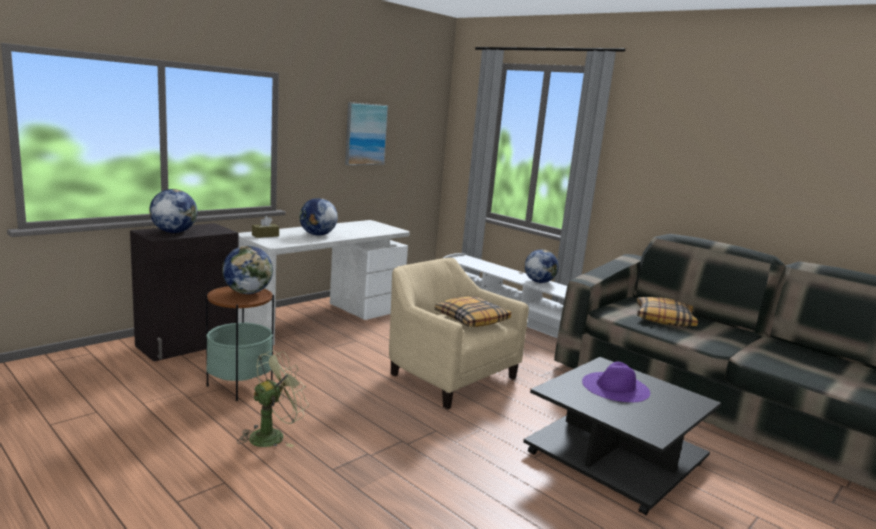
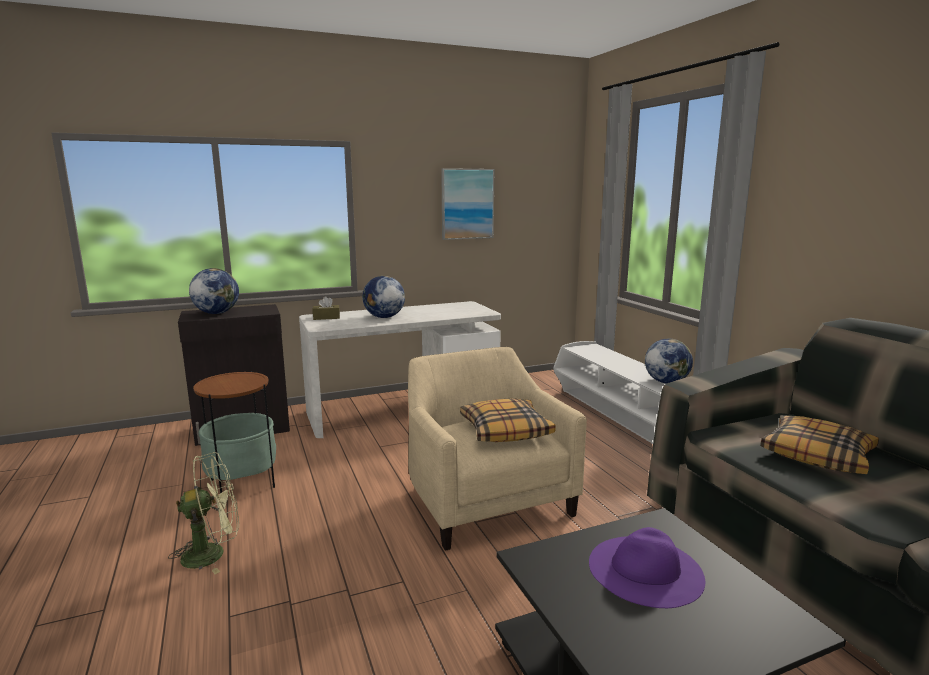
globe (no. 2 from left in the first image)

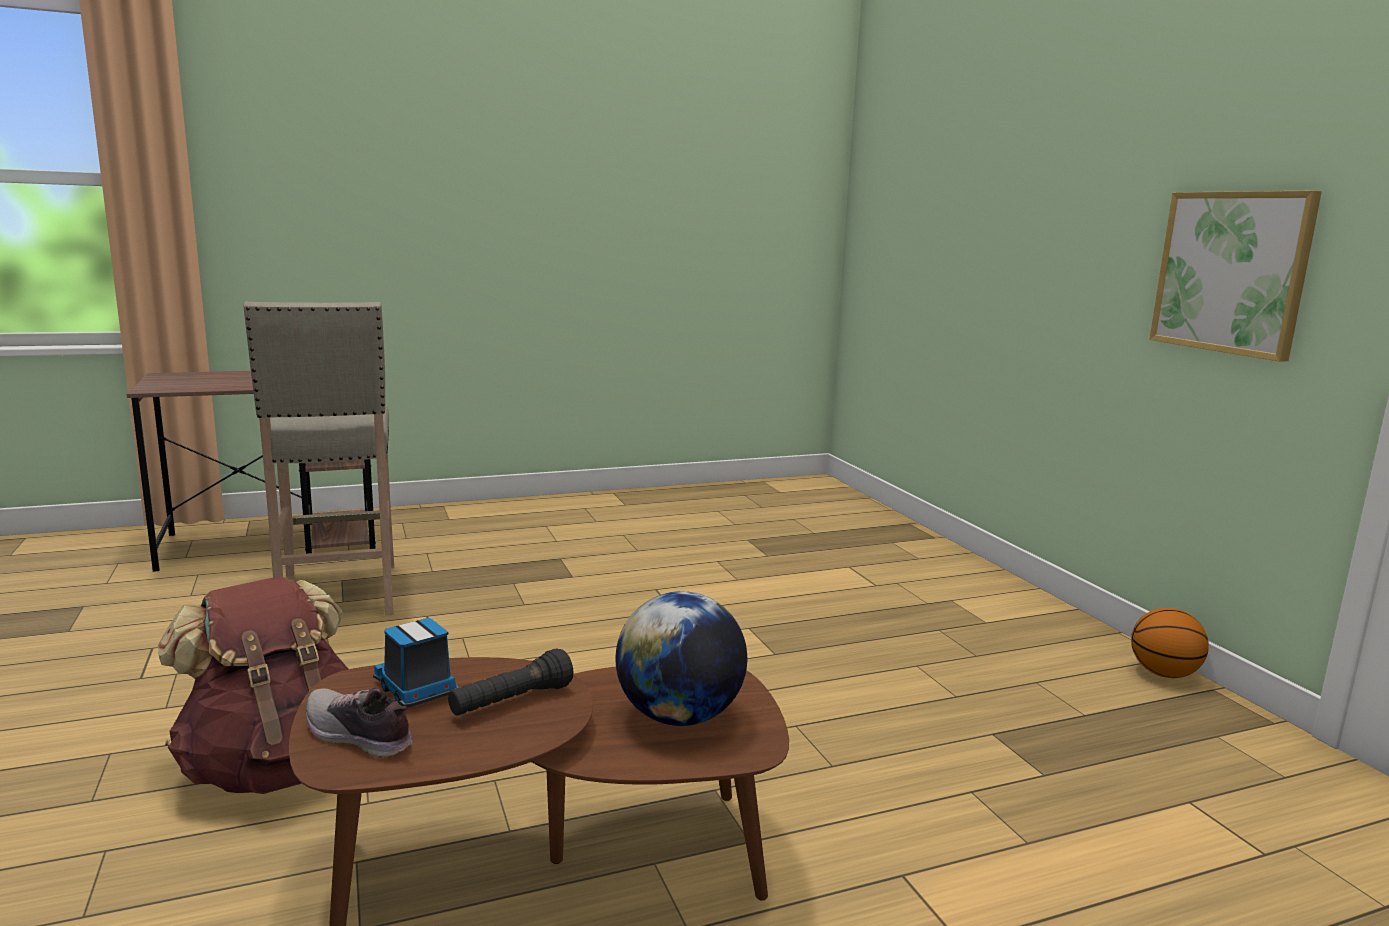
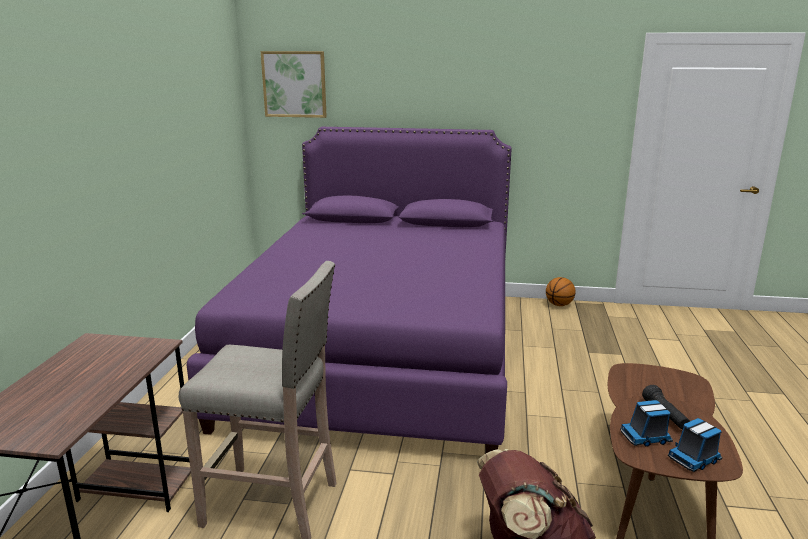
toy truck (no. 2 from left)
globe
picture
purple bed

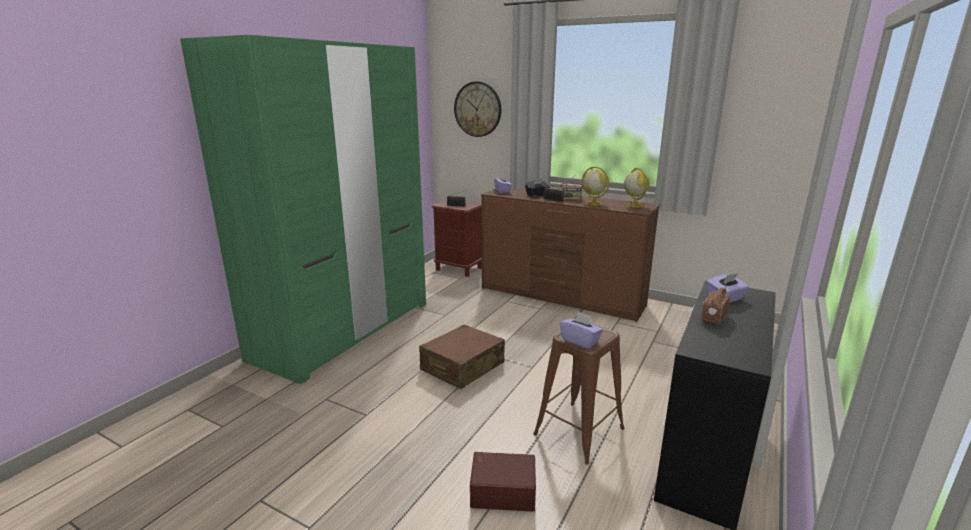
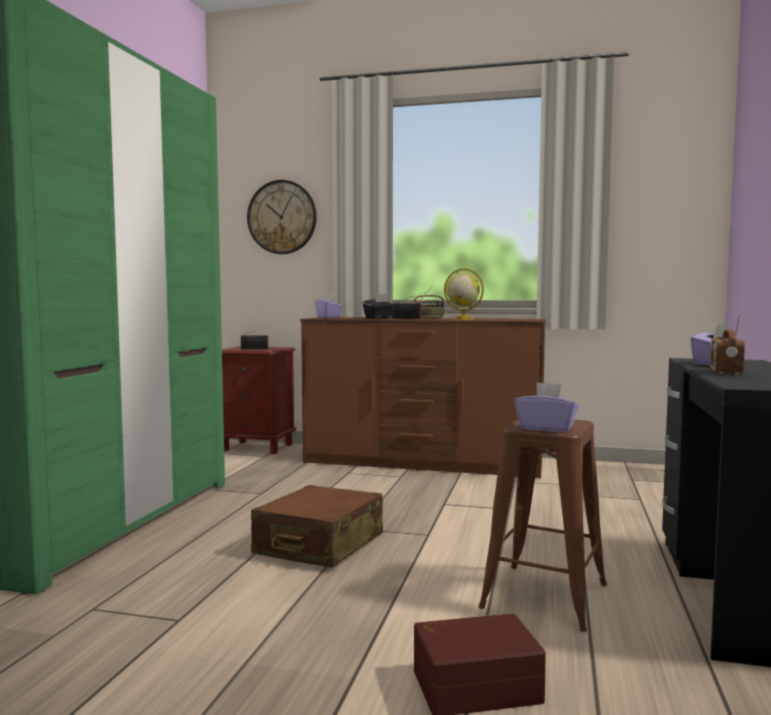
globe (no. 2 from left in the first image)

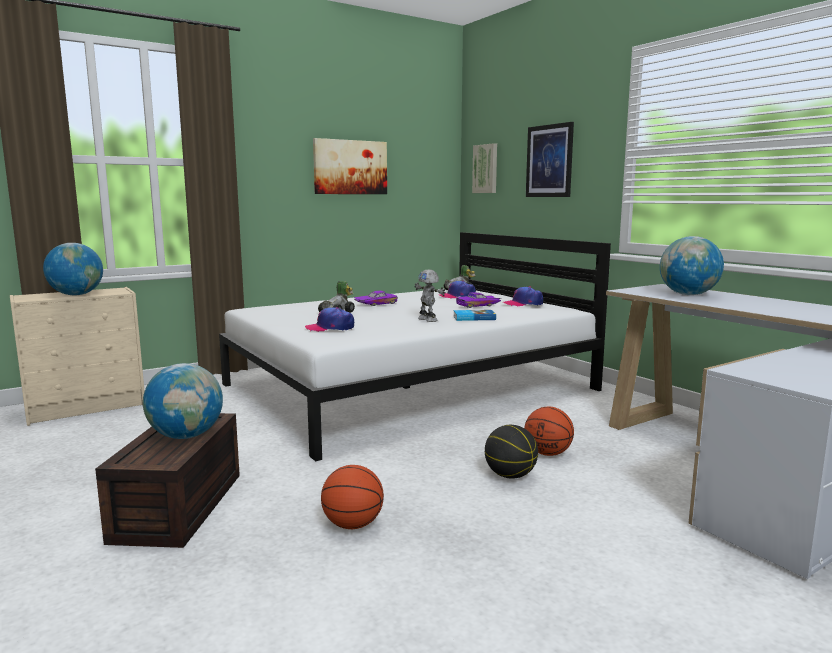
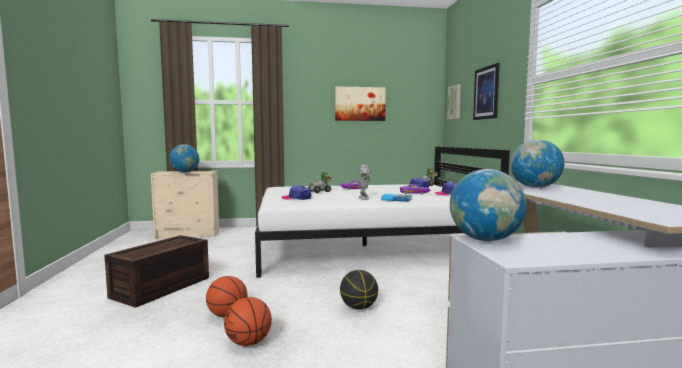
globe (no. 2 from left)
basketball (no. 2 from left)

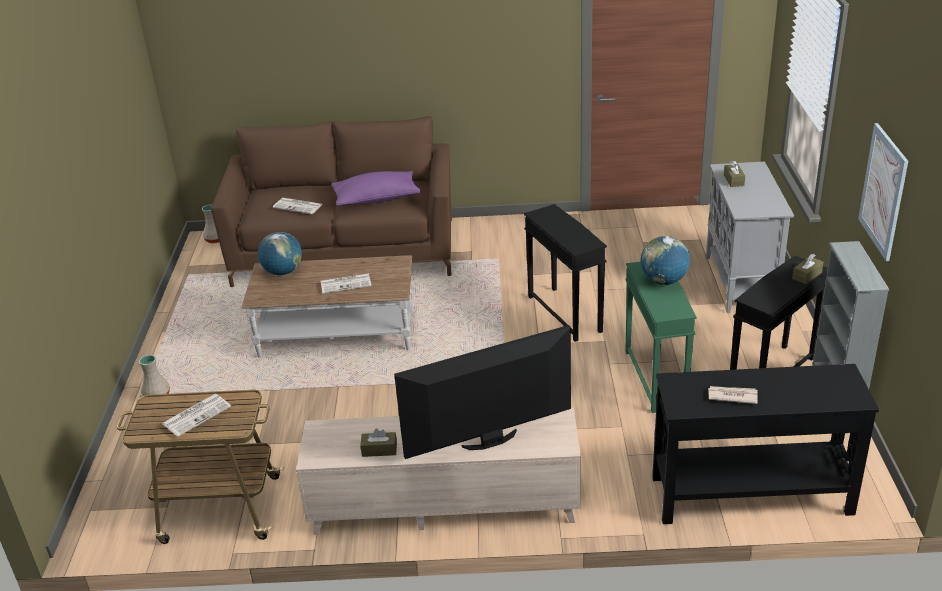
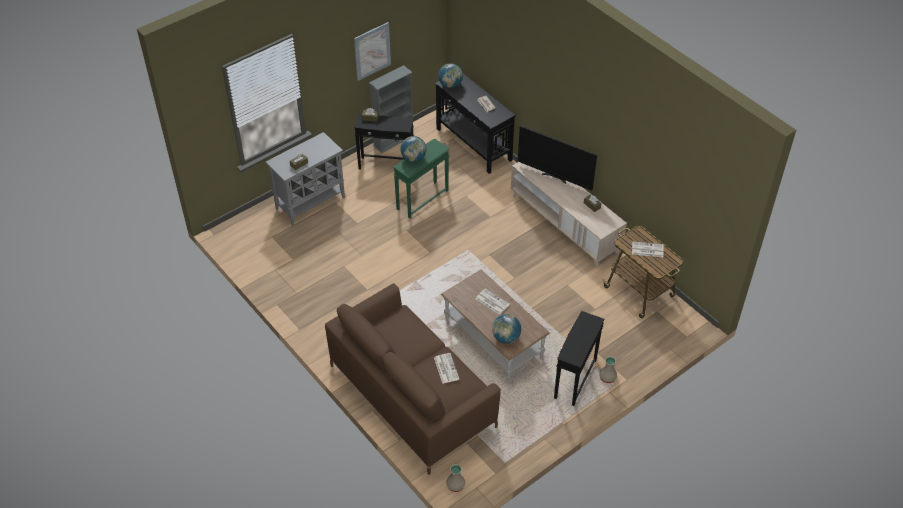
purple pillow
black side table (no. 2 from left)
globe (no. 2 from left)

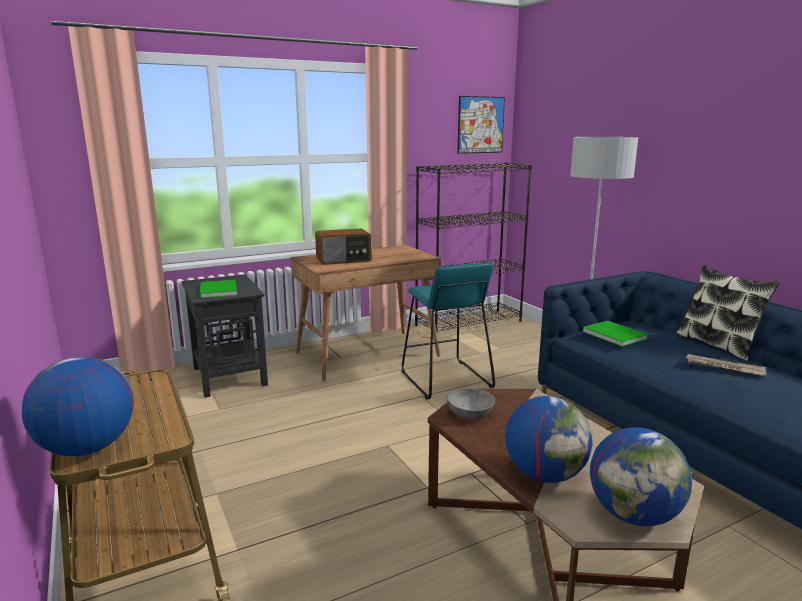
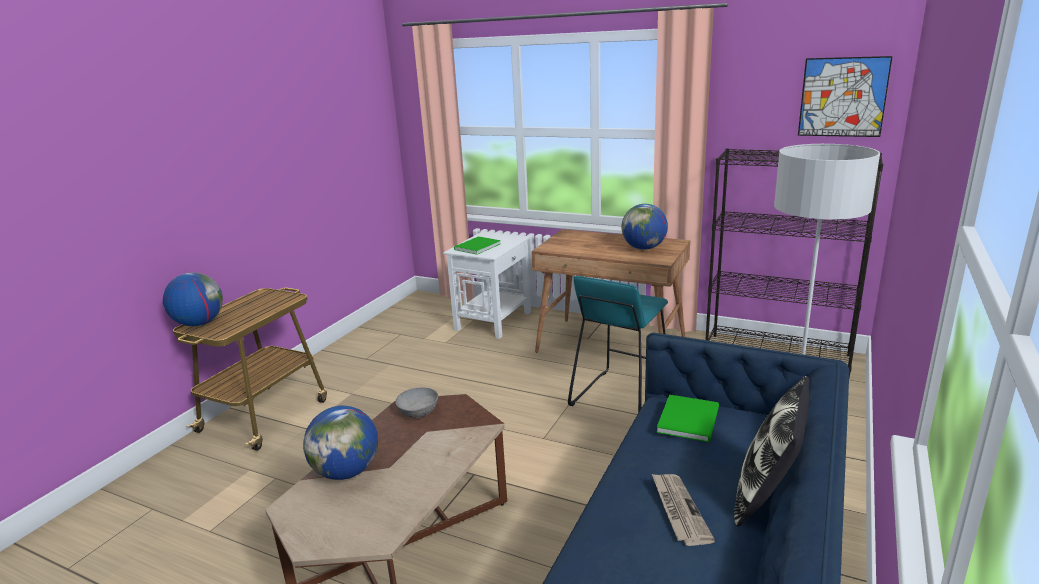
white side table
radio
globe (no. 3 from left)

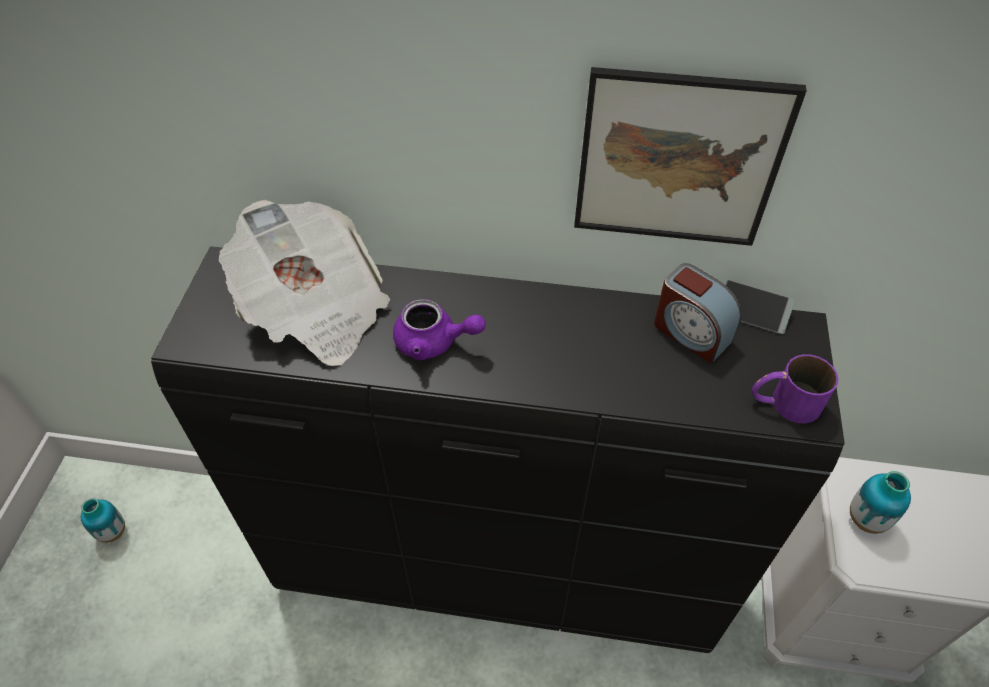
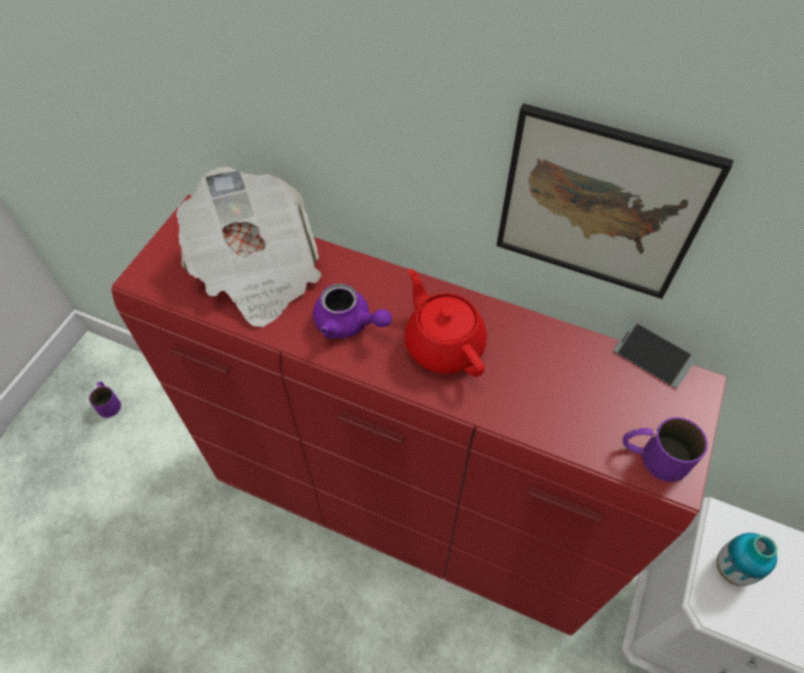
purple mug (no. 1 from left)
red dresser
alarm clock
red teapot

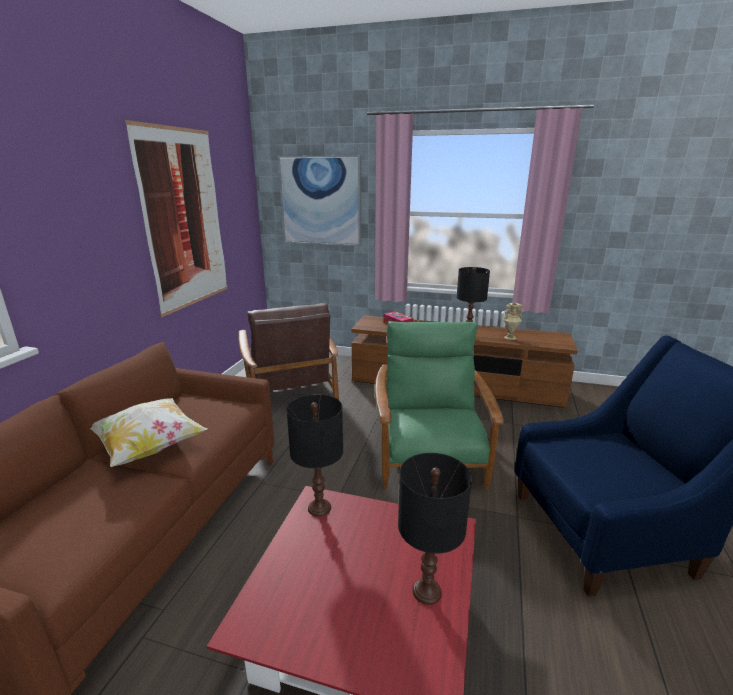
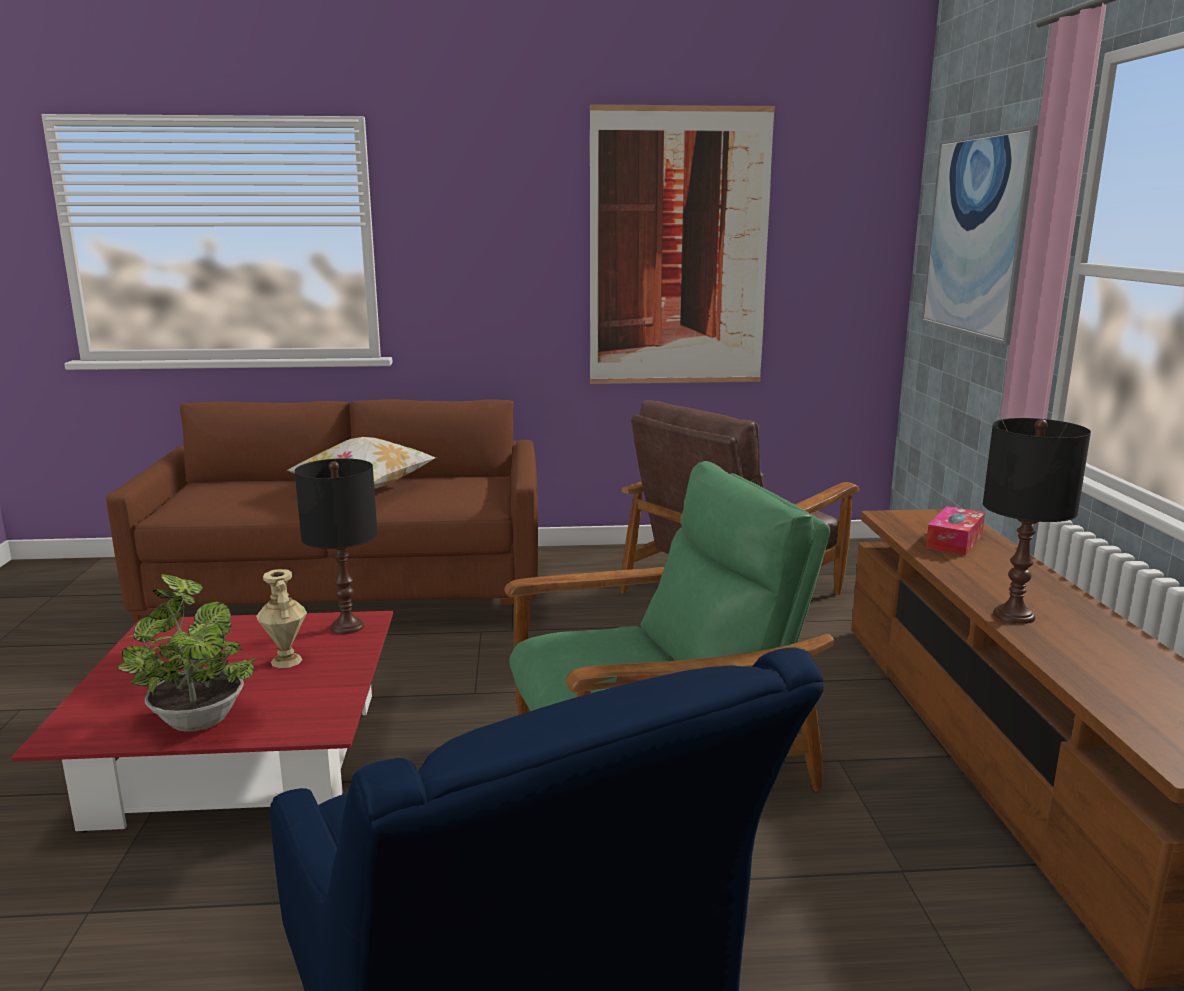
potted plant
beige vase

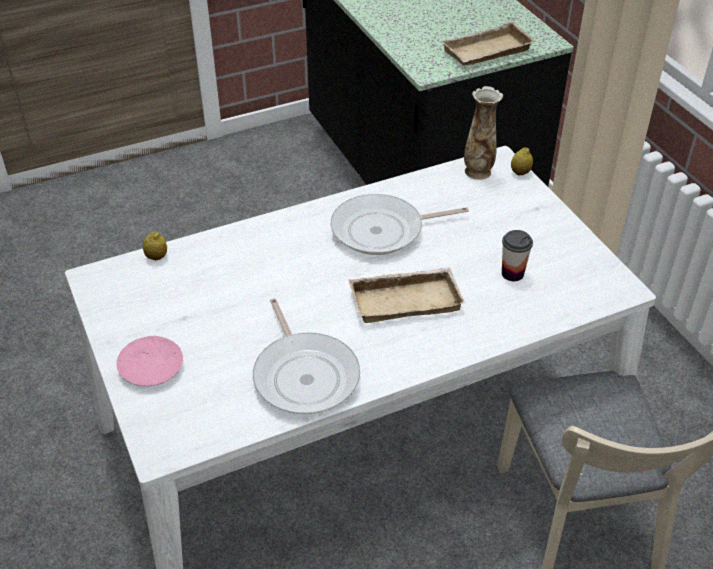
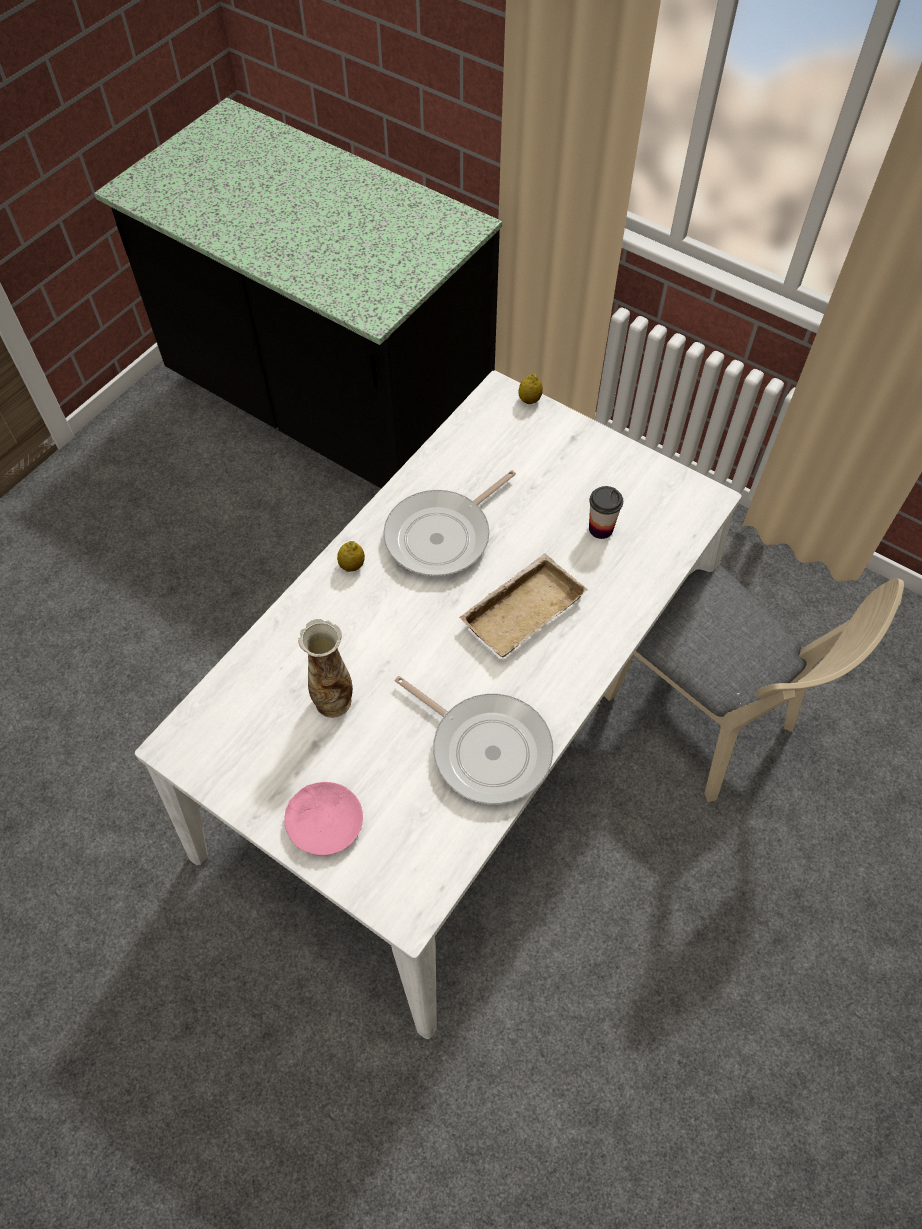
lemon (no. 1 from left)
beige tray (no. 2 from left in the first image)
vase

